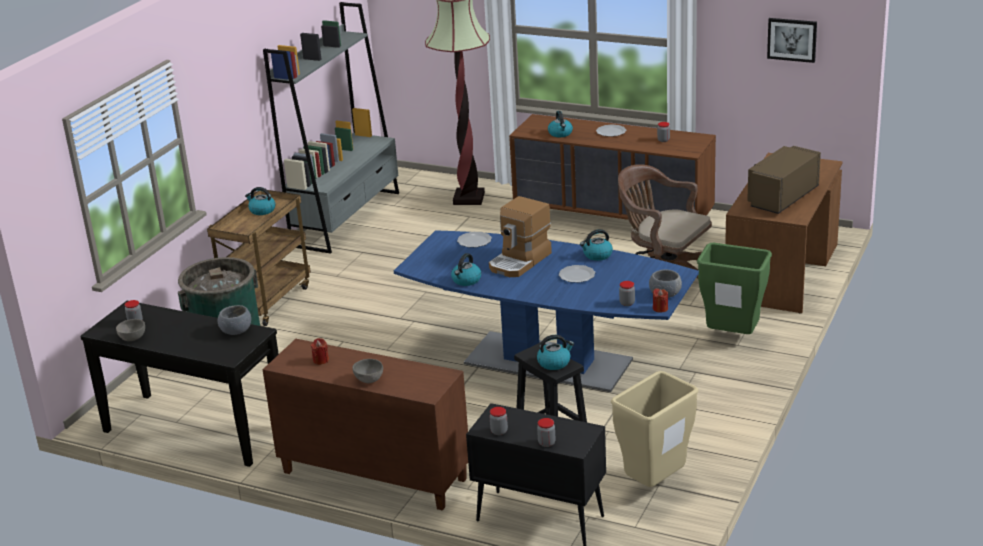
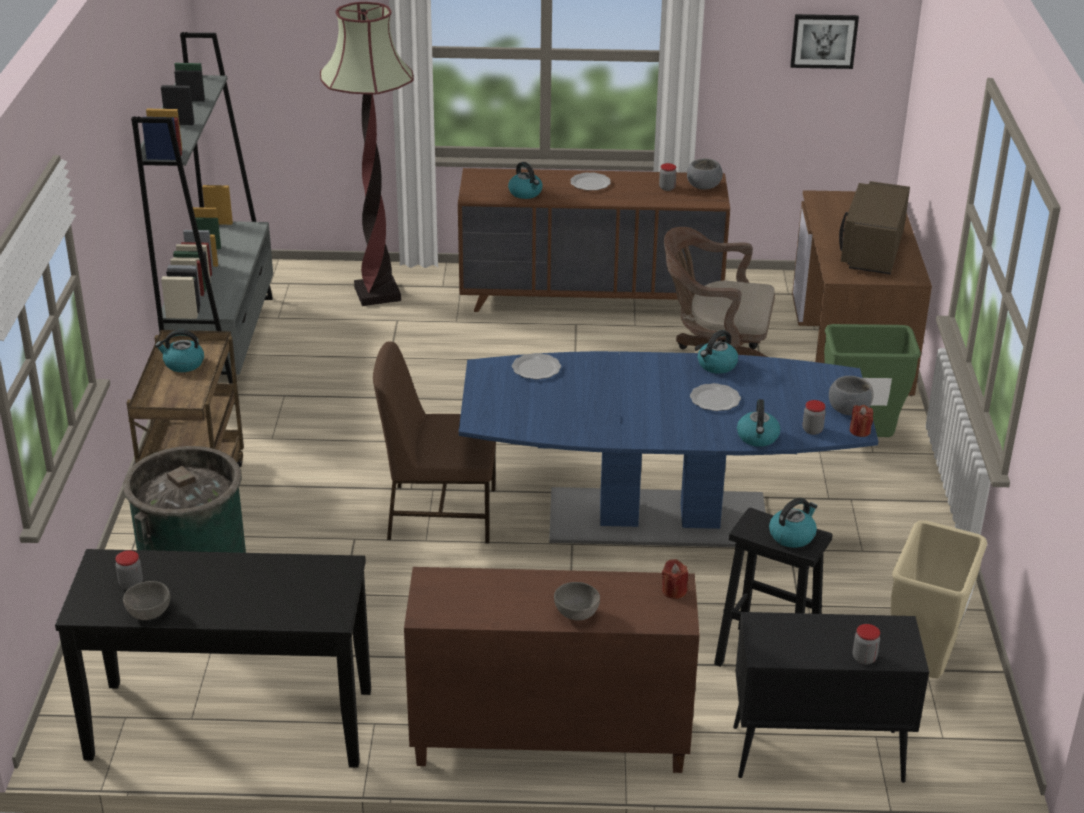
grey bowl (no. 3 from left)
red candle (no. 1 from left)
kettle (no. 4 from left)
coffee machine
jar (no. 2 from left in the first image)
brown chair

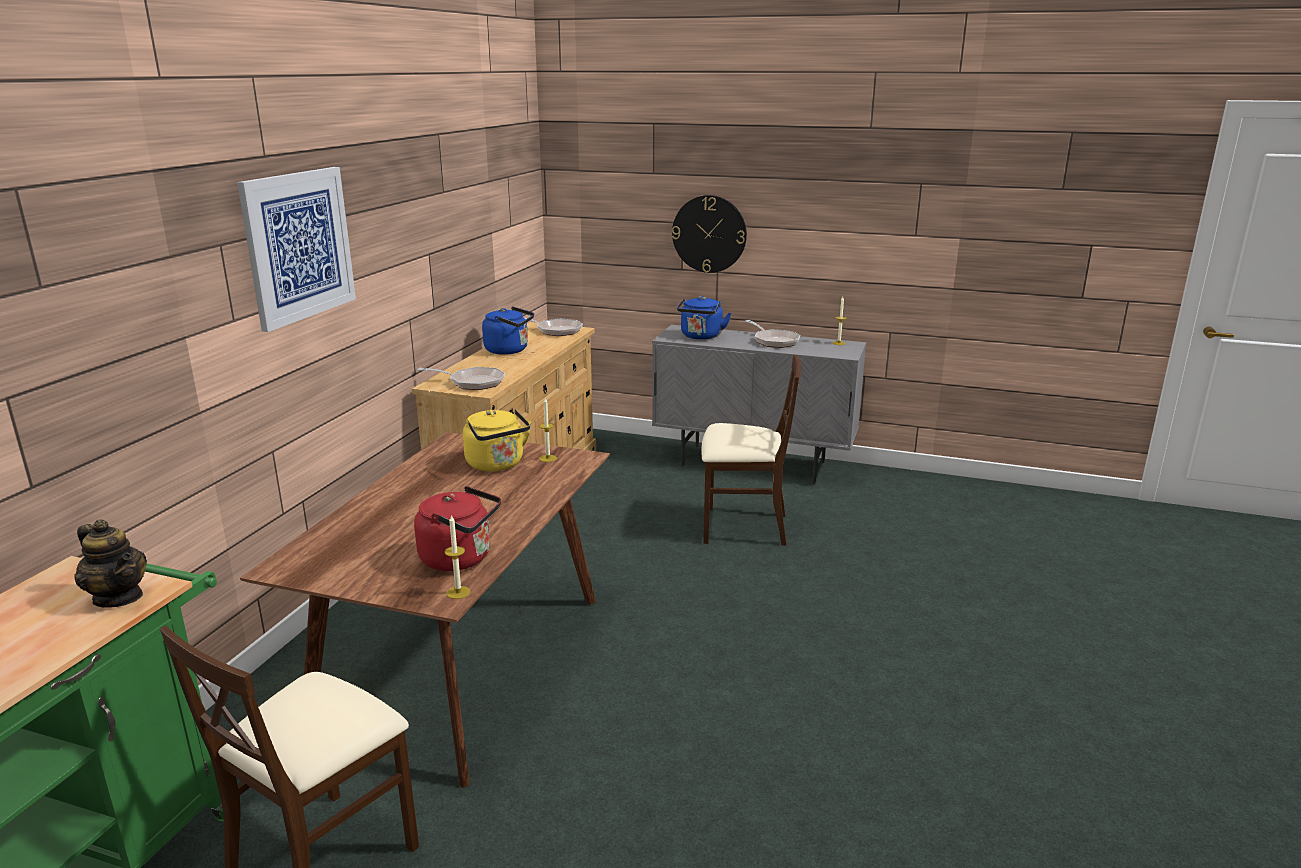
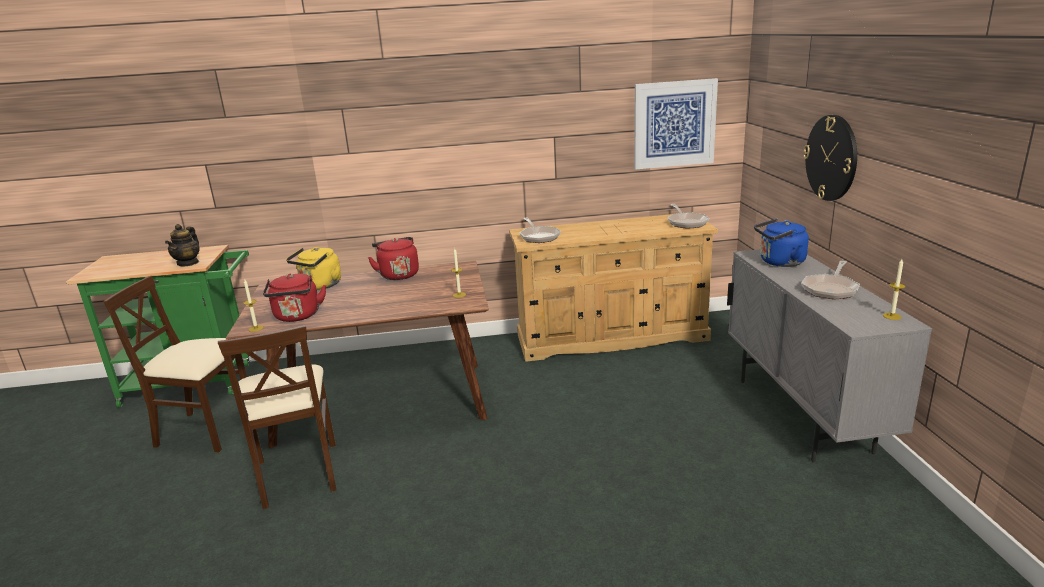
picture
yellow kettle
blue kettle (no. 1 from left in the first image)
beige chair (no. 2 from left)
red kettle (no. 2 from left)

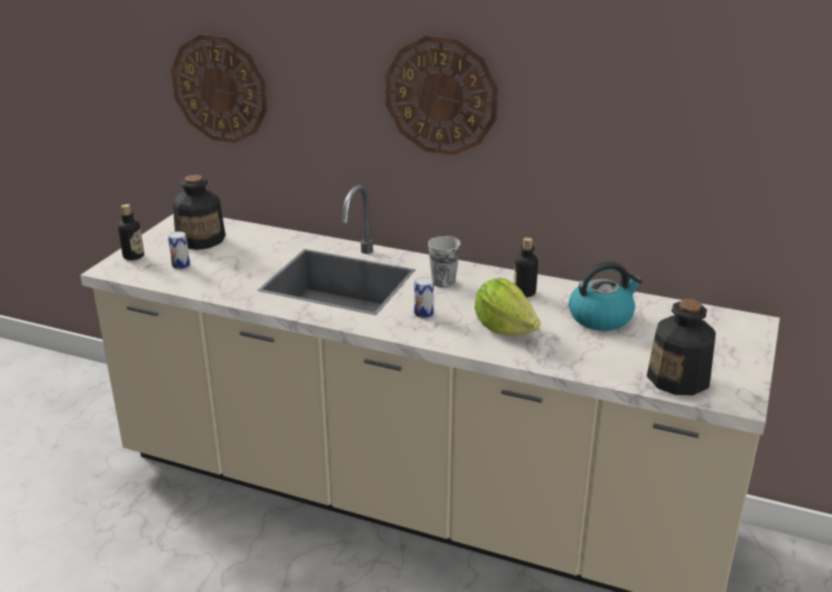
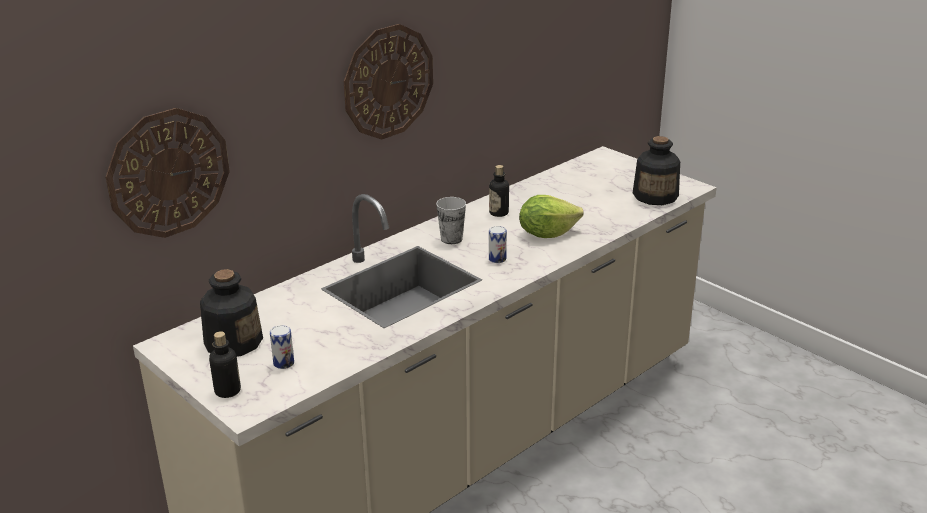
kettle

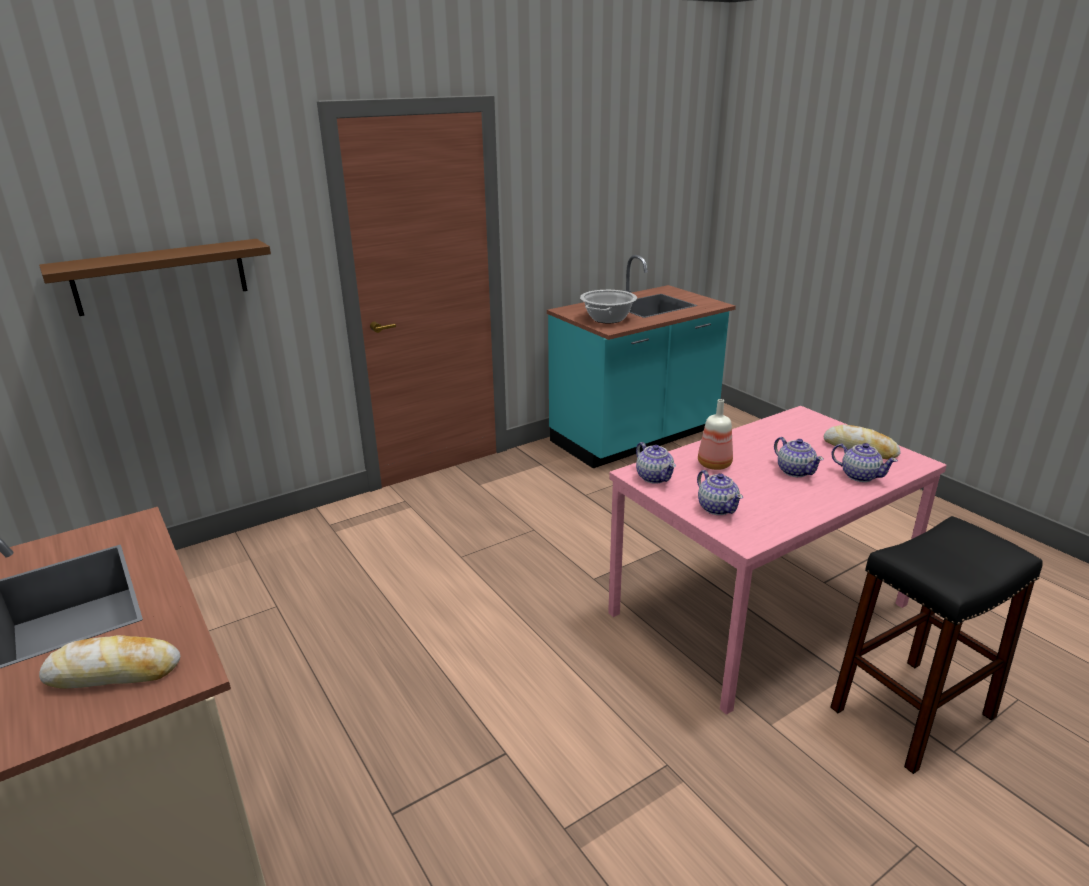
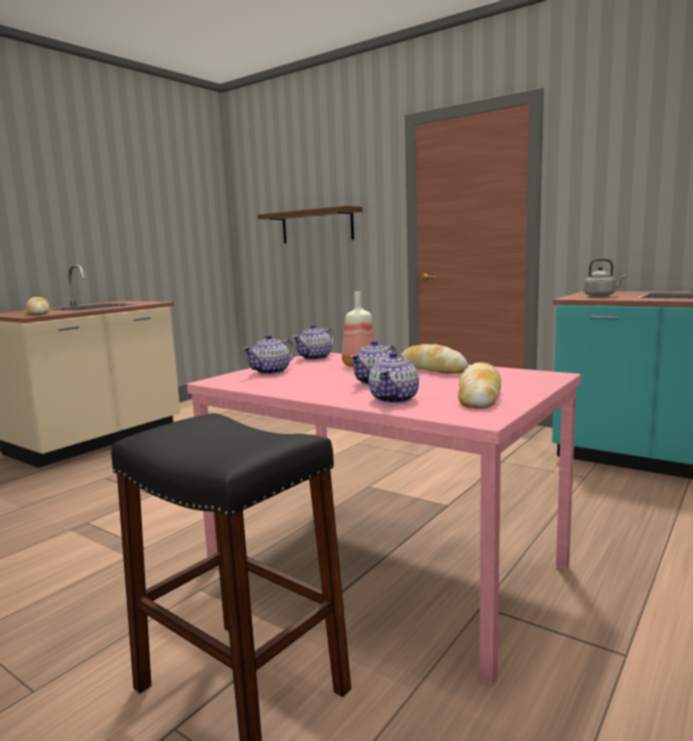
grey kettle
bread (no. 2 from left)

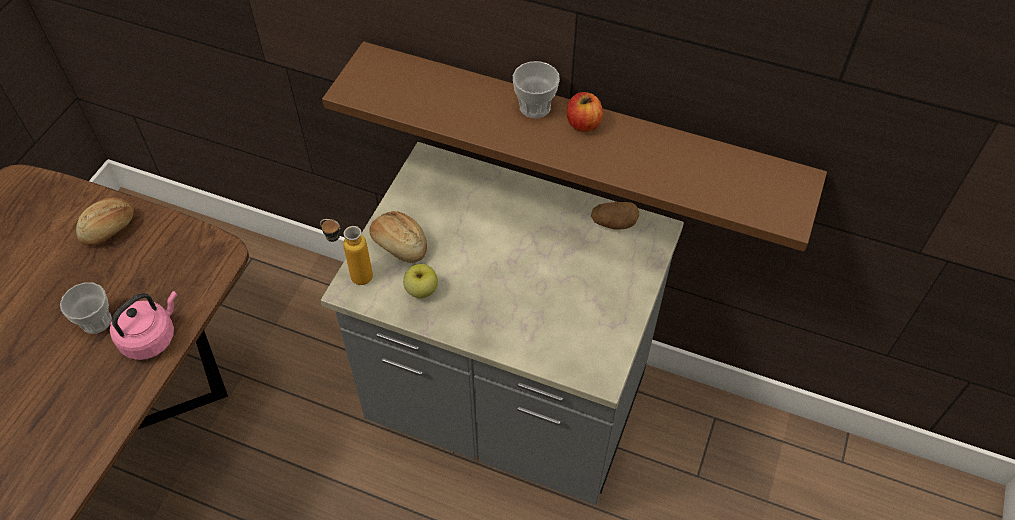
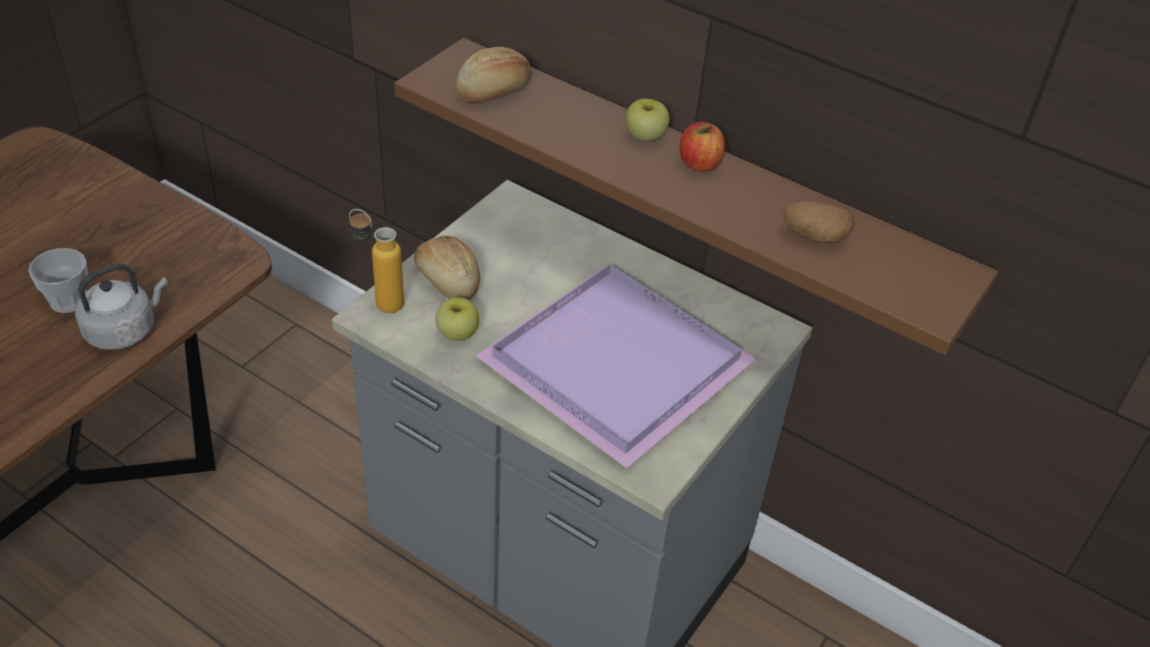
bread (no. 2 from left)
grey kettle
apple (no. 2 from left)
potato
purple tray

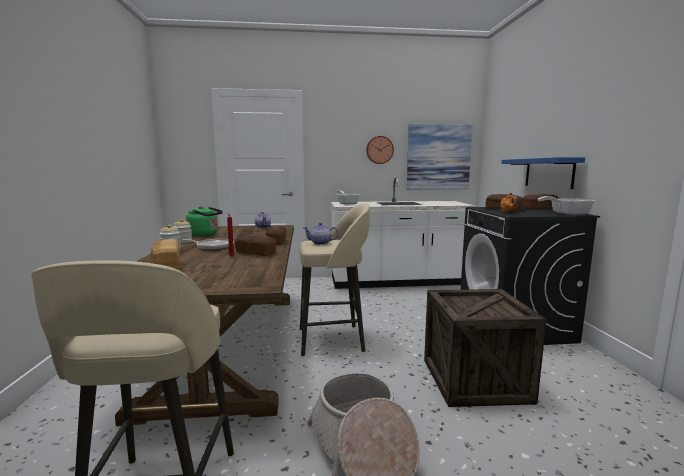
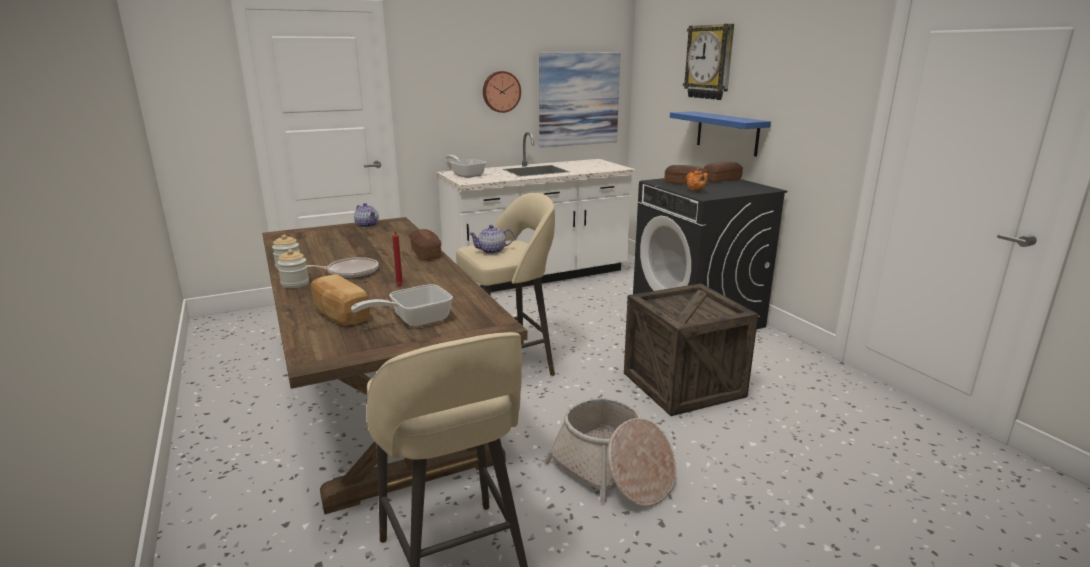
green kettle
bread (no. 2 from left in the first image)
frying pan (no. 2 from left)
wall clock (no. 2 from left)

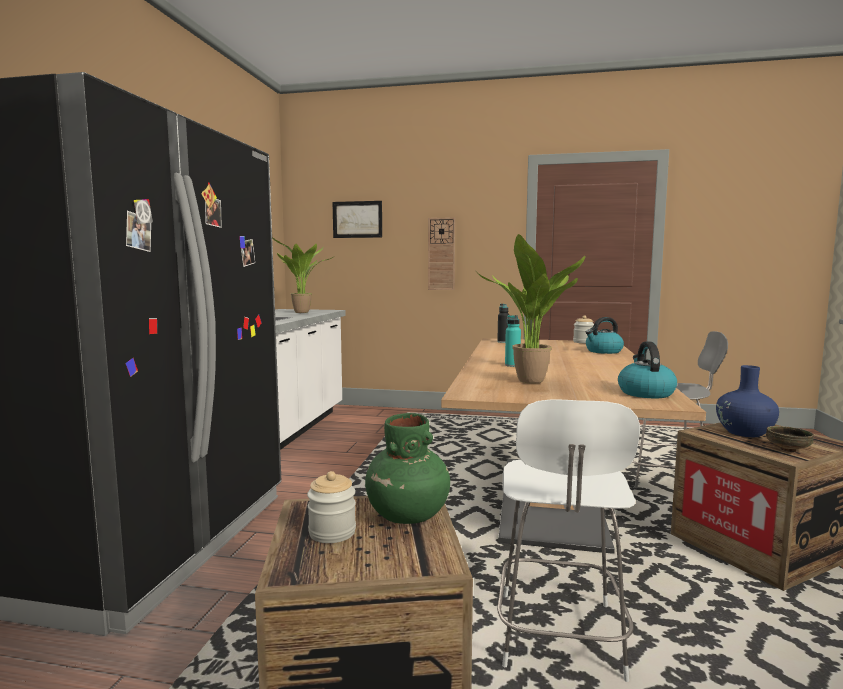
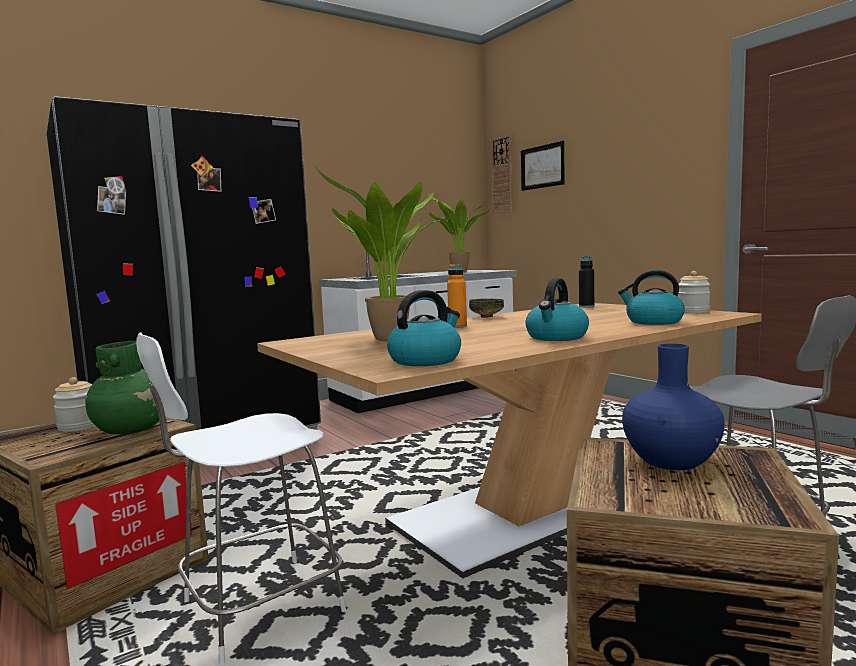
wall clock
orange bottle
bowl
kettle (no. 2 from left)

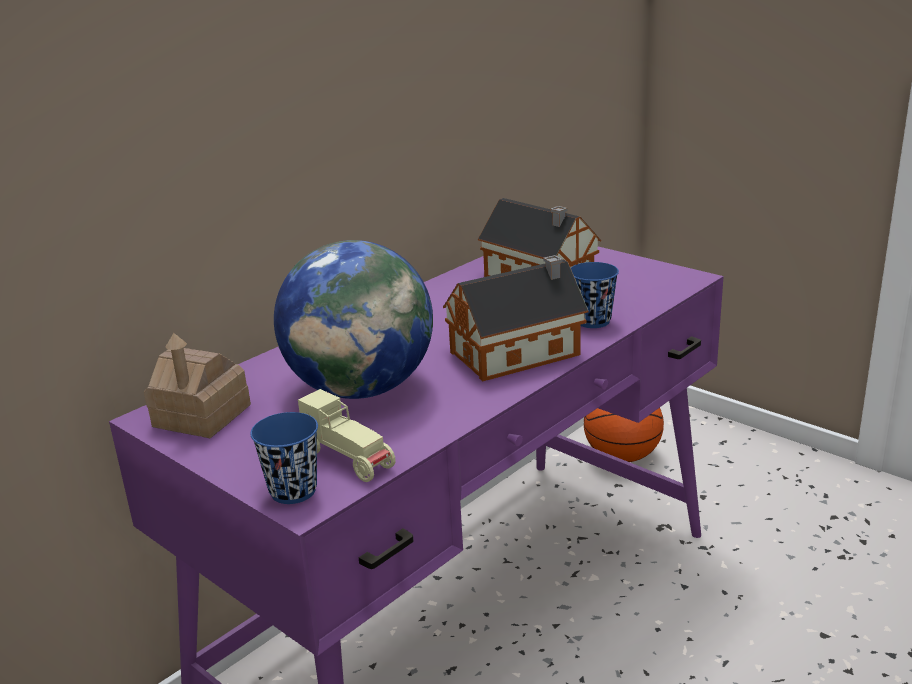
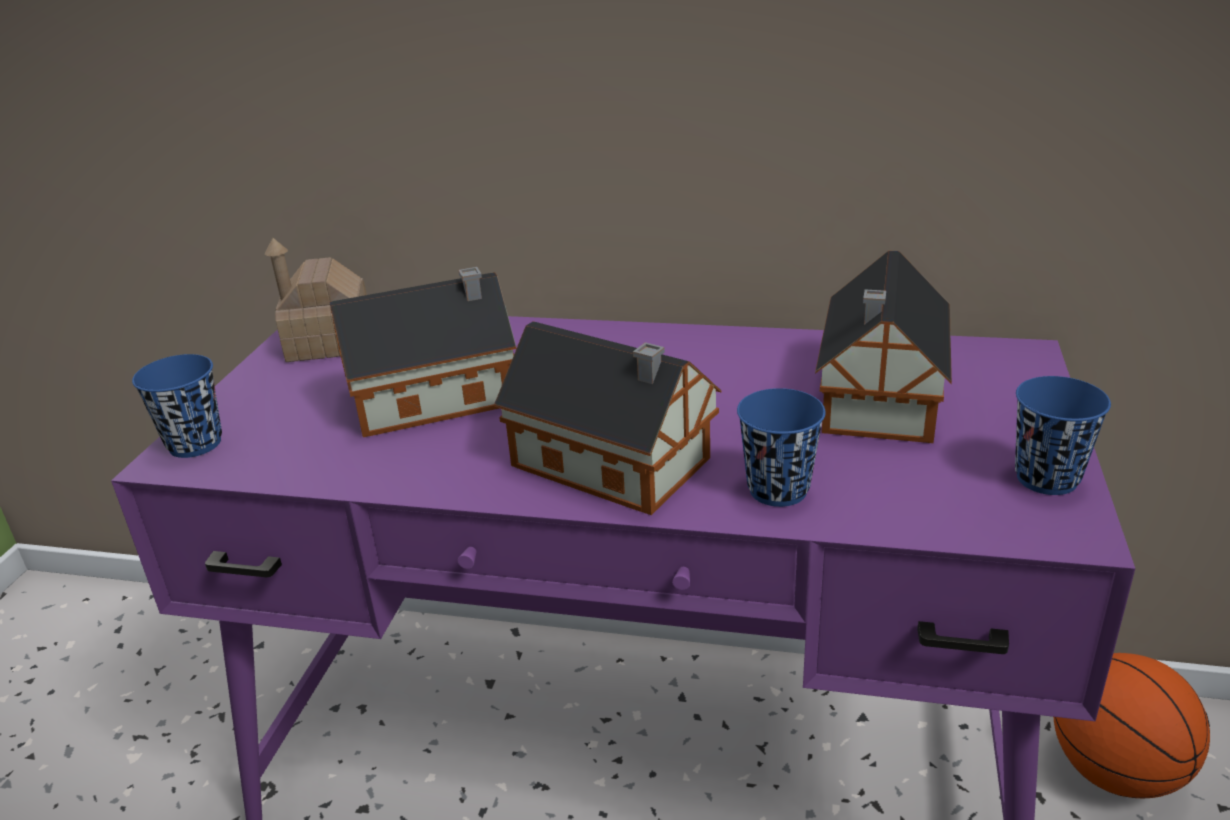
toy house (no. 2 from left)
beige toy car
blue cup (no. 3 from left)

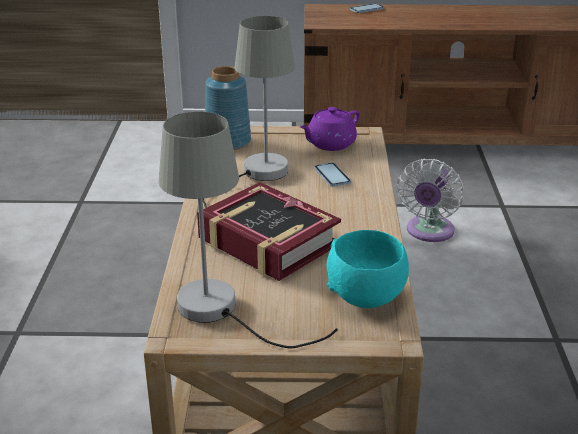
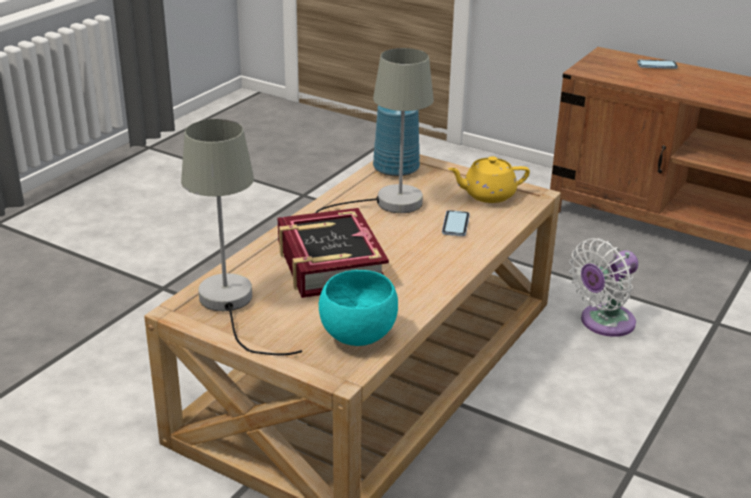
yellow teapot

